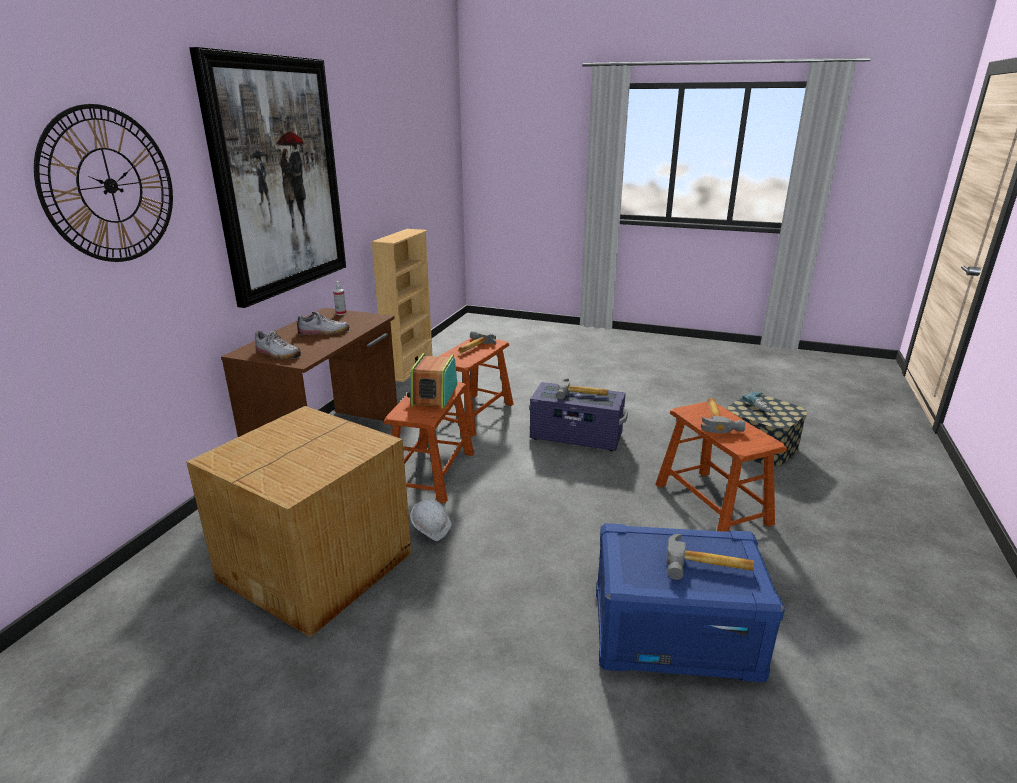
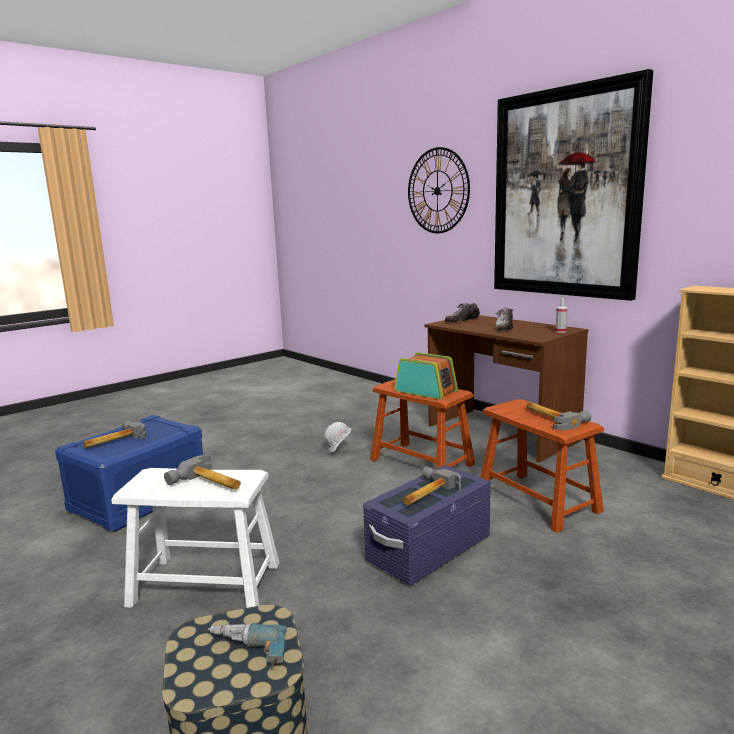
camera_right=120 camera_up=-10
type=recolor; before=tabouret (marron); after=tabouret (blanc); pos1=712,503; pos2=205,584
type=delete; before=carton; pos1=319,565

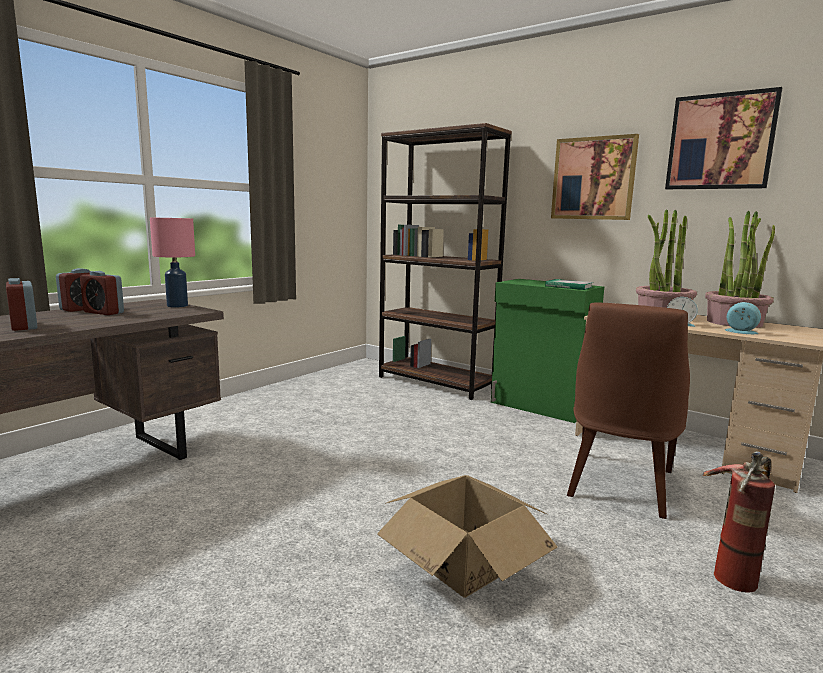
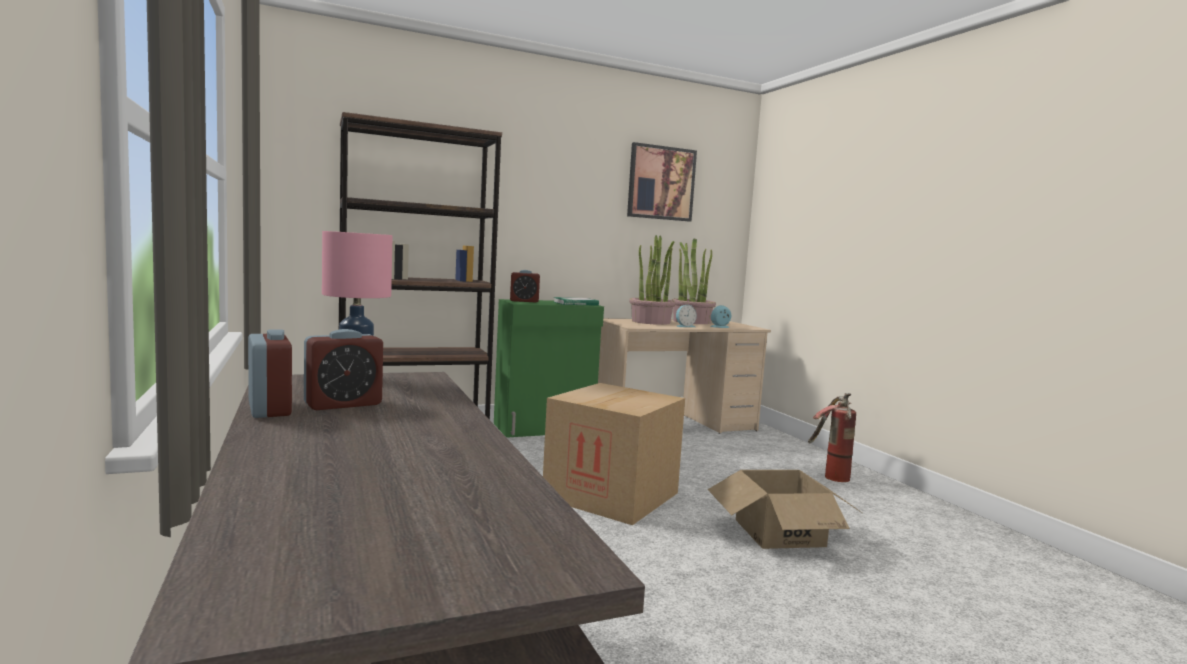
camera_right=-60 camera_up=-5
type=delete; before=tableau; pos1=593,178
type=move; before=réveil; pos1=24,326; pos2=524,301
type=delete; before=chaise (marron); pos1=619,485
type=insert; after=carton; pos2=611,495

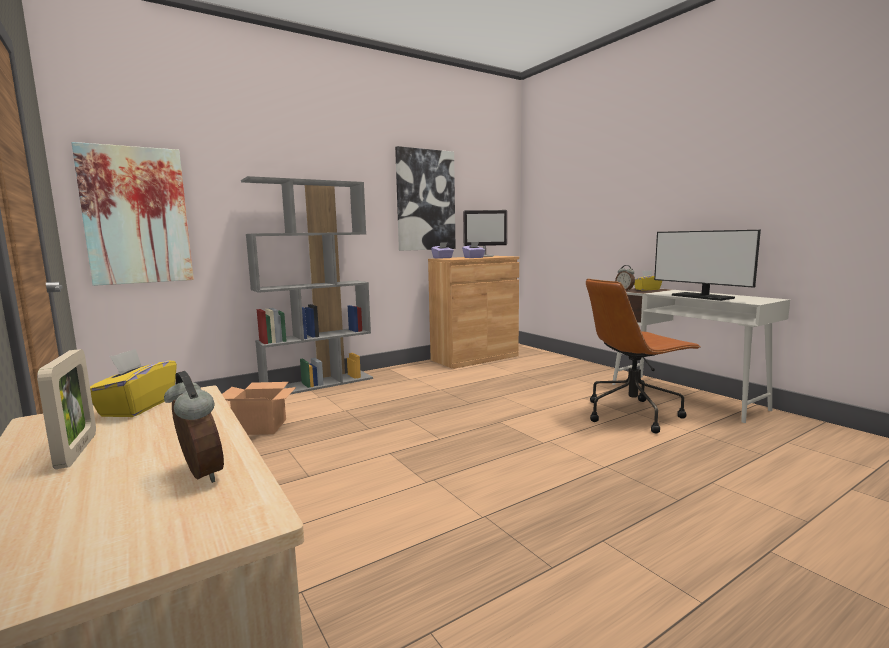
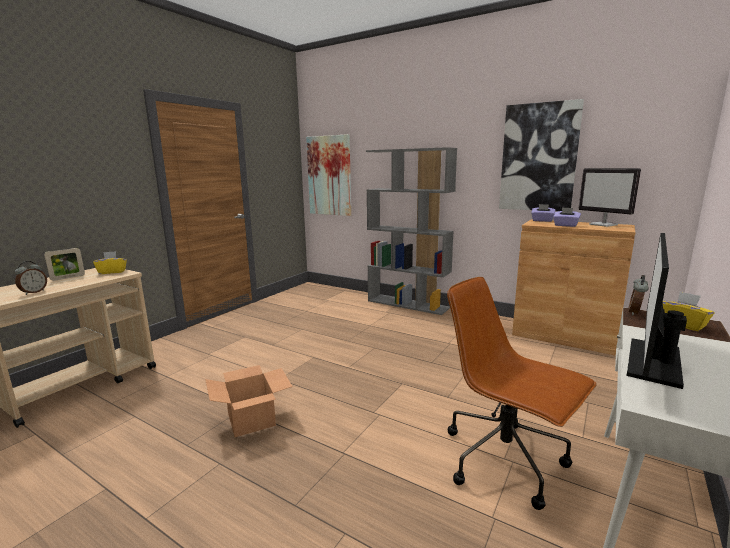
camera_right=65 camera_up=5
type=move; before=carton; pos1=260,427; pos2=250,419

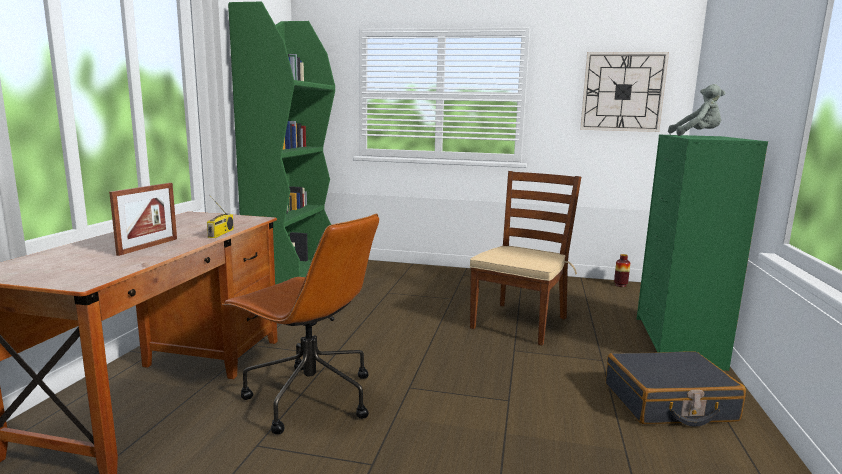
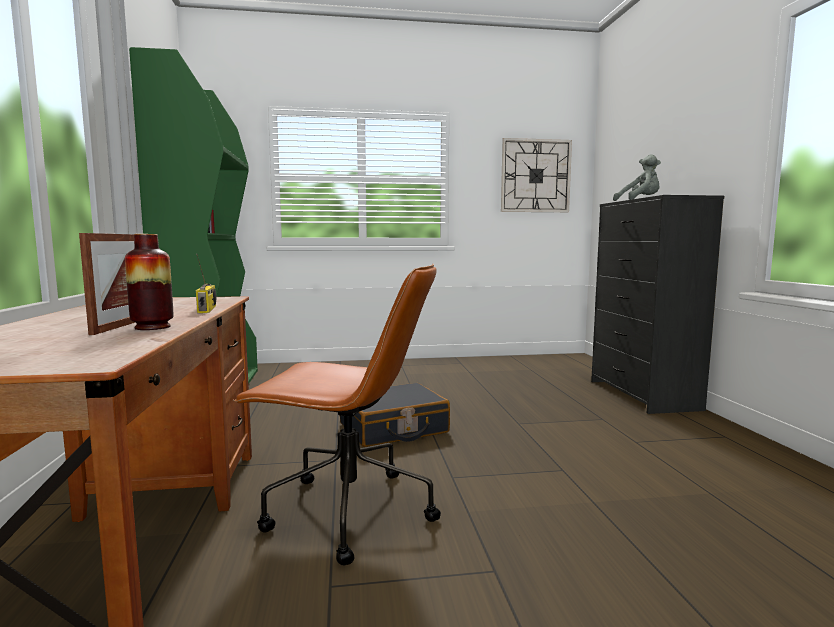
camera_right=-20 camera_up=-5
type=recolor; before=commode (vert); after=commode (noir); pos1=677,342; pos2=643,395
type=delete; before=chaise (marron); pos1=519,322
type=move; before=vase; pos1=620,285; pos2=152,327
type=move; before=valise (noir); pos1=669,403; pos2=393,428

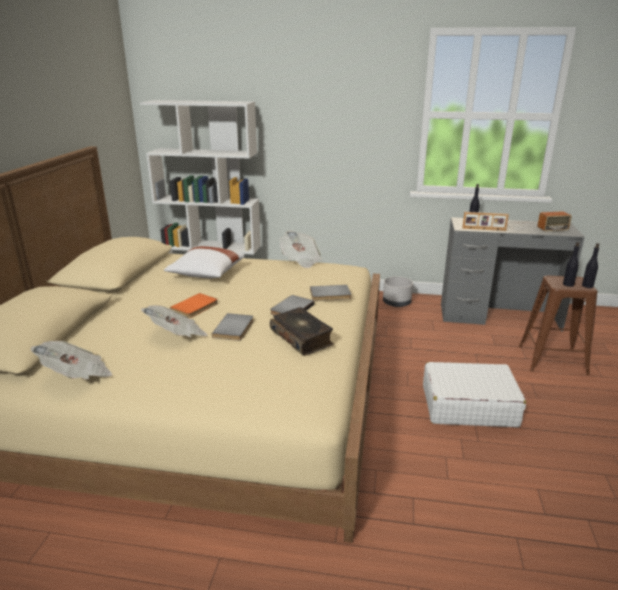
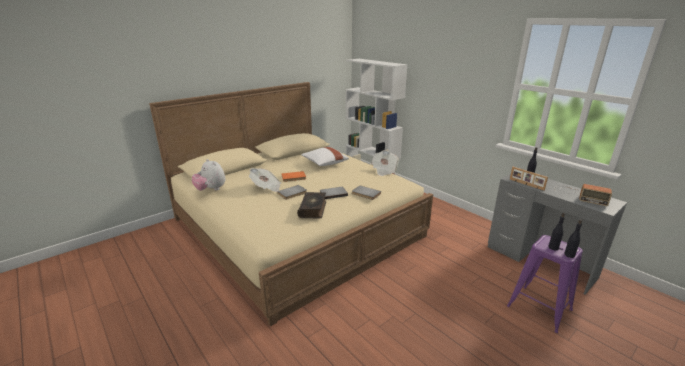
camera_right=40 camera_up=0
type=recolor; before=tabouret (marron); after=tabouret (violet); pos1=552,360; pos2=539,308
type=delete; before=cache-pot (gris); pos1=397,303
type=replace; before=journal; after=peluche; pos1=77,376; pos2=211,189
type=delete; before=valise (blanc); pos1=468,405

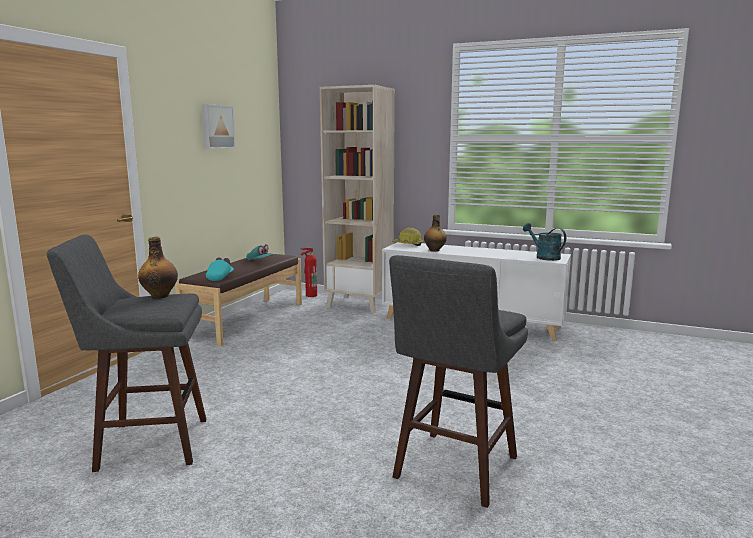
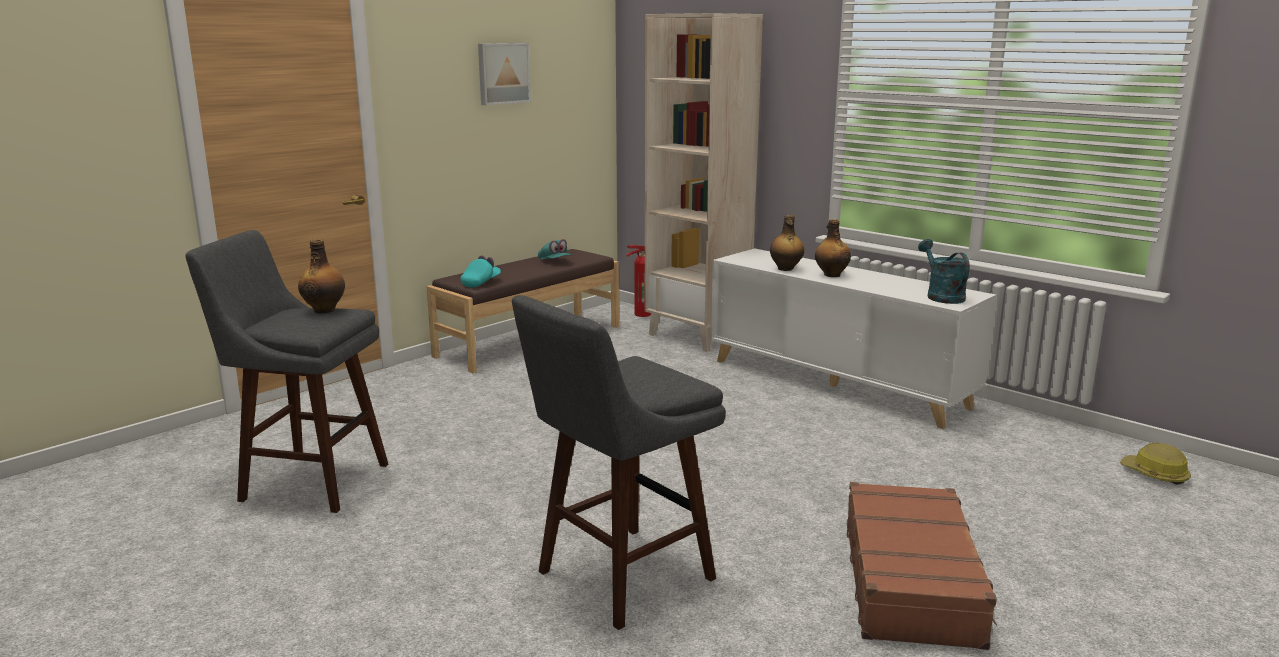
camera_right=20 camera_up=5
type=move; before=casque de chantier; pos1=408,244; pos2=1155,474
type=insert; after=bouteille; pos2=831,275
type=insert; after=valise (marron); pos2=911,581

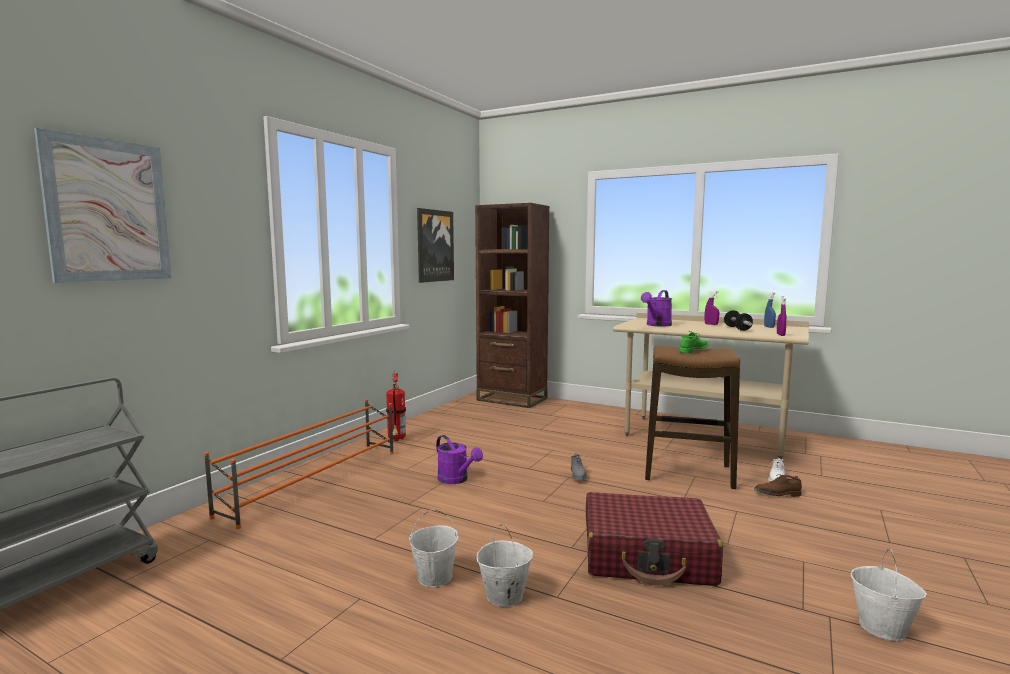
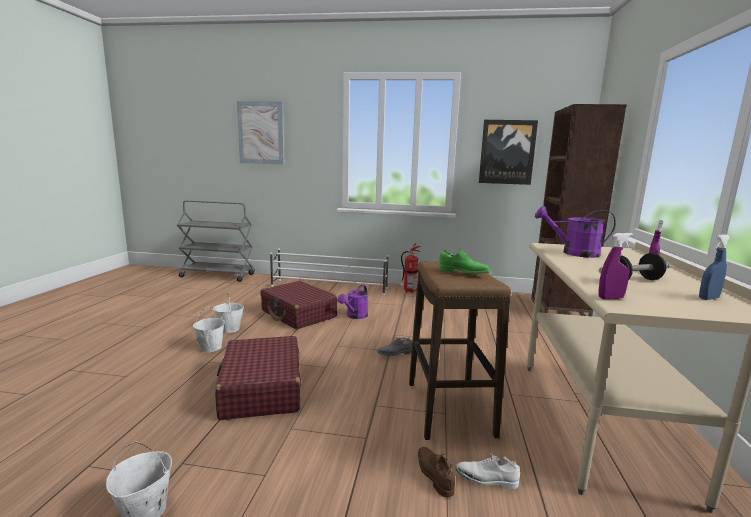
camera_right=70 camera_up=5
type=recolor; before=étagère à chaussures (orange); after=étagère à chaussures (blanc); pos1=315,481; pos2=329,287
type=insert; after=valise (rouge); pos2=298,314

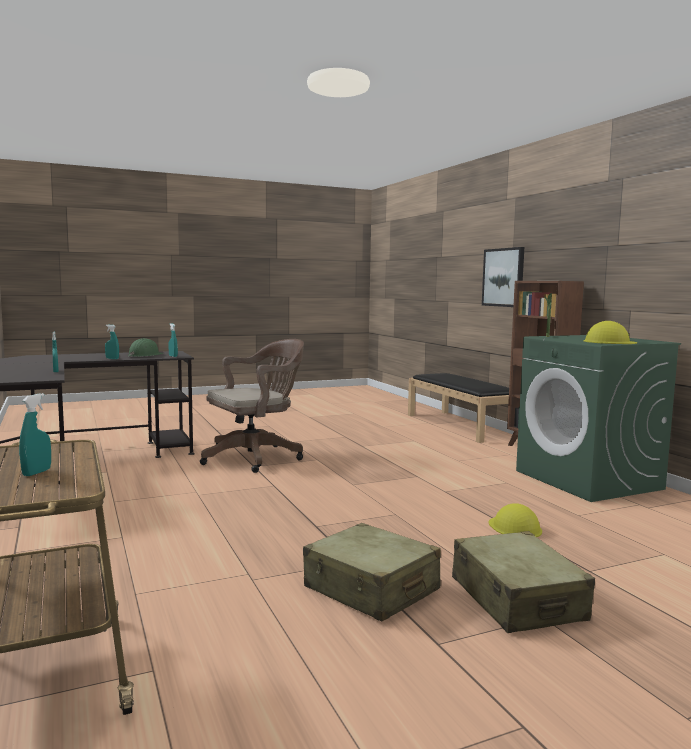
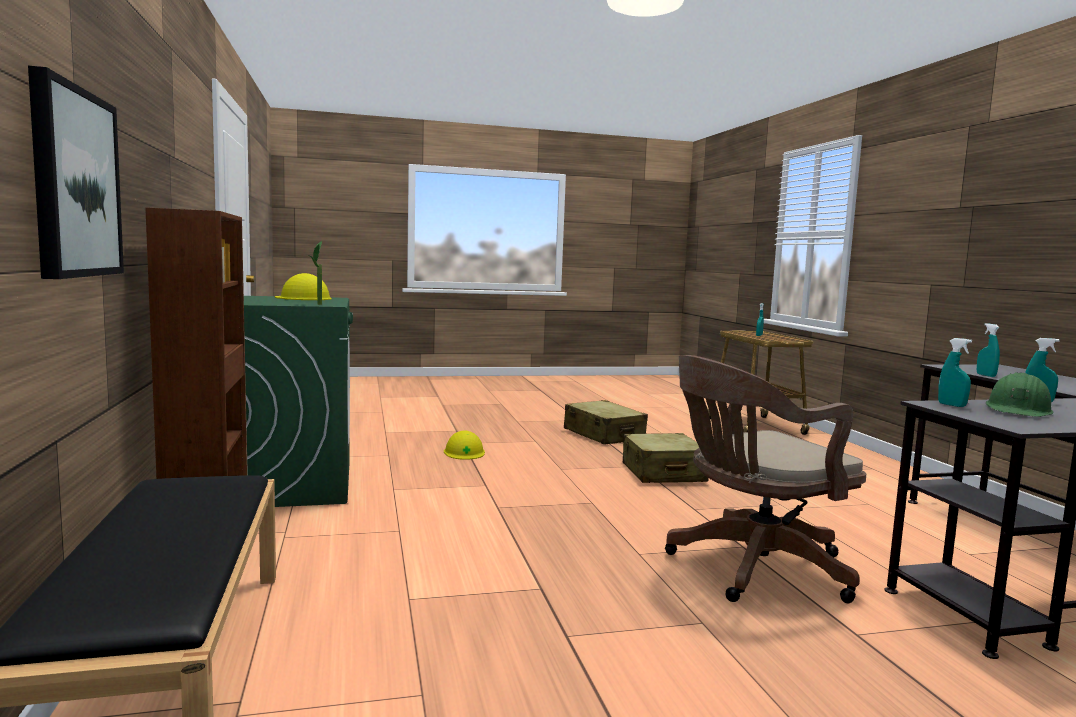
camera_right=-170 camera_up=0
type=move; before=valise (beige); pos1=517,599; pos2=663,473

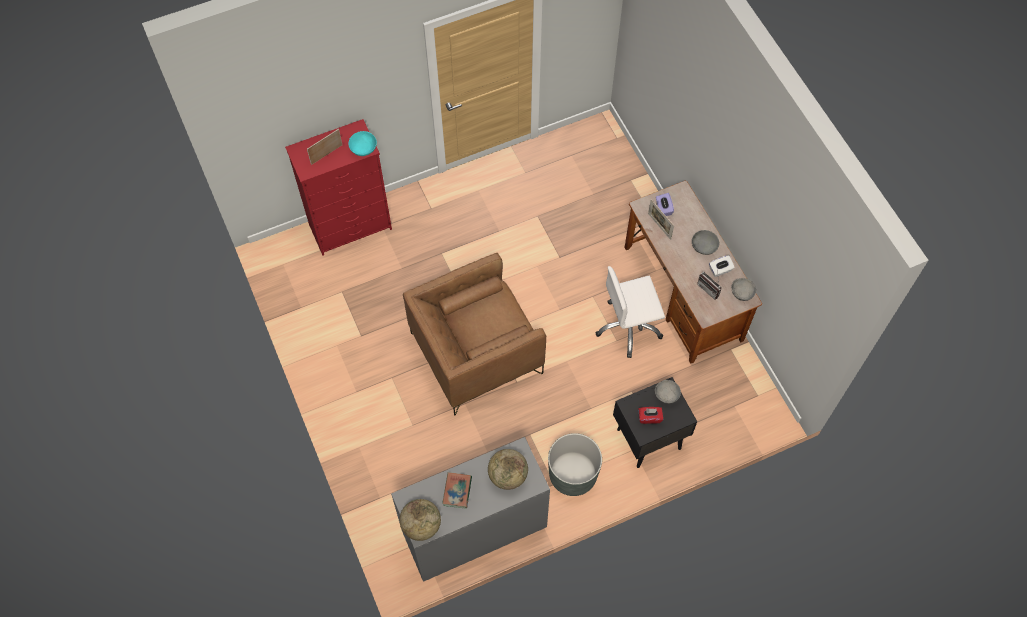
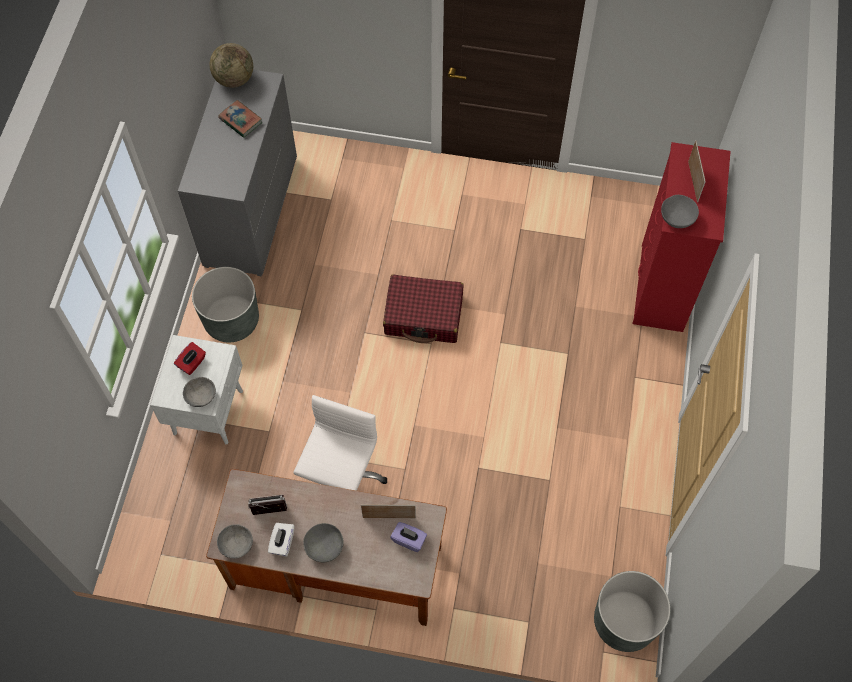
camera_right=125 camera_up=0
type=recolor; before=bol (turquoise); after=bol (gris); pos1=363,149; pos2=677,218
type=replace; before=fauteuil (marron); after=valise (rouge); pos1=476,353; pos2=424,315
type=recolor; before=table de chevet (noir); after=table de chevet (blanc); pos1=647,438; pos2=209,411
type=delete; before=globe; pos1=507,475
type=insert; after=cache-pot (gris); pos2=624,621

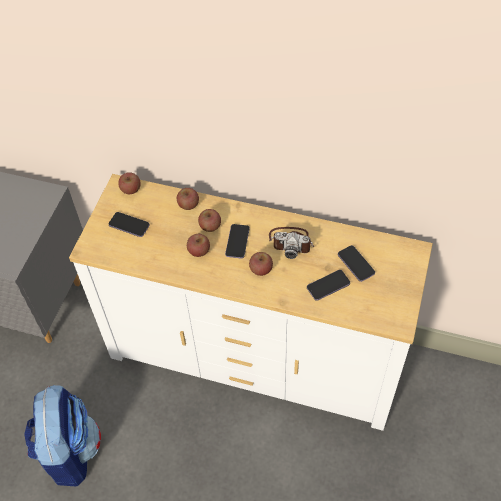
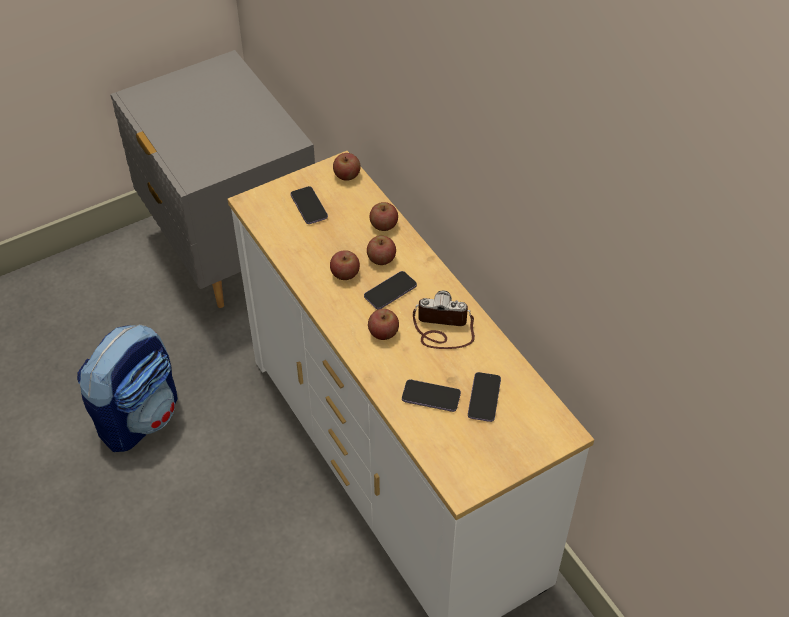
camera_right=40 camera_up=-5
type=rotate; before=appareil photo; pos1=291,242; pos2=443,329; turn=135

